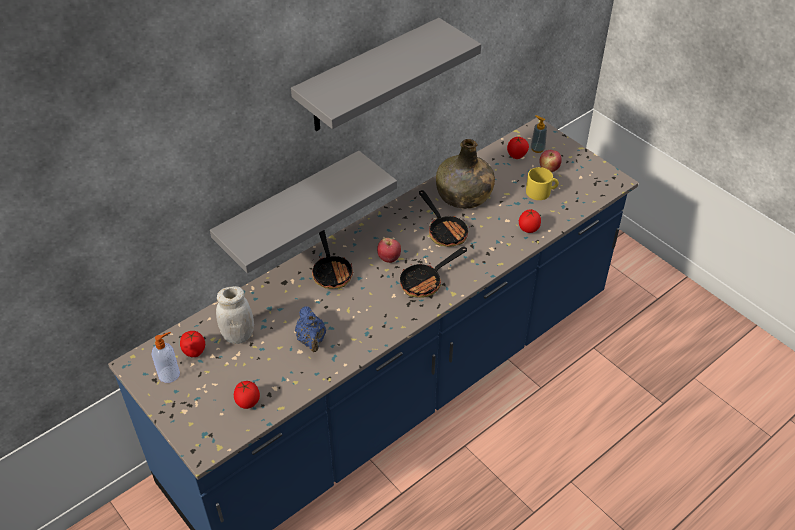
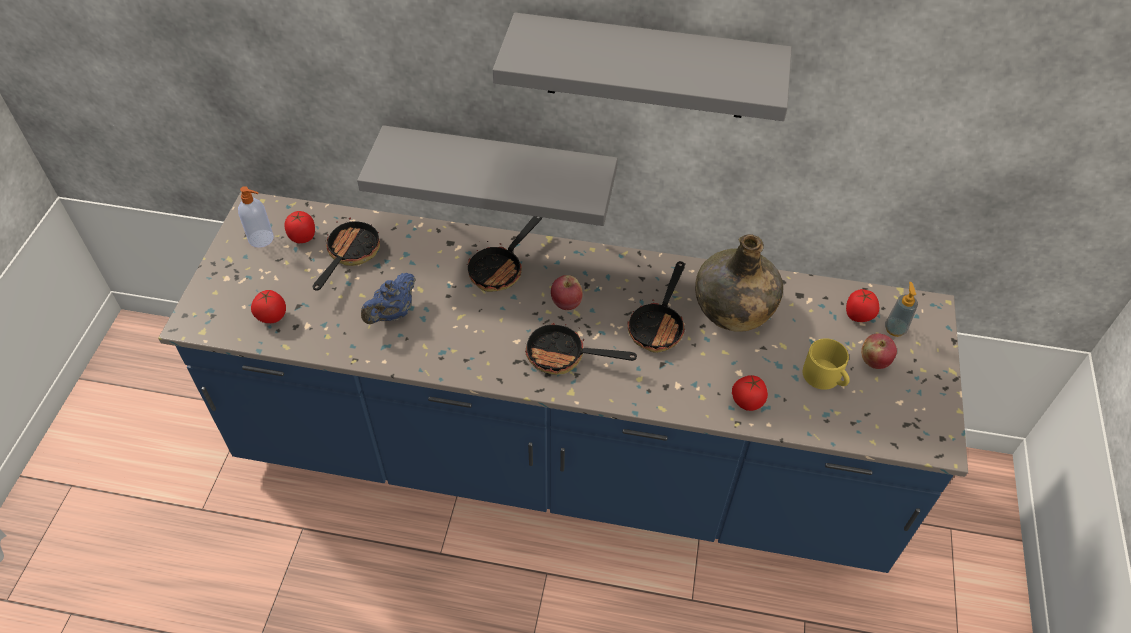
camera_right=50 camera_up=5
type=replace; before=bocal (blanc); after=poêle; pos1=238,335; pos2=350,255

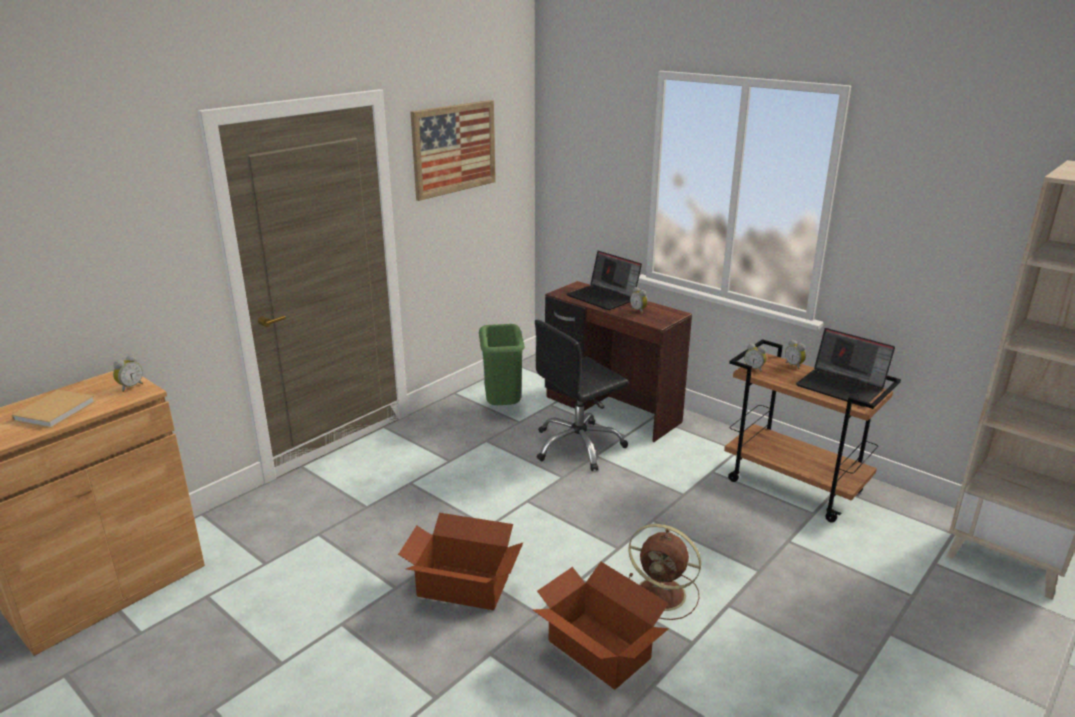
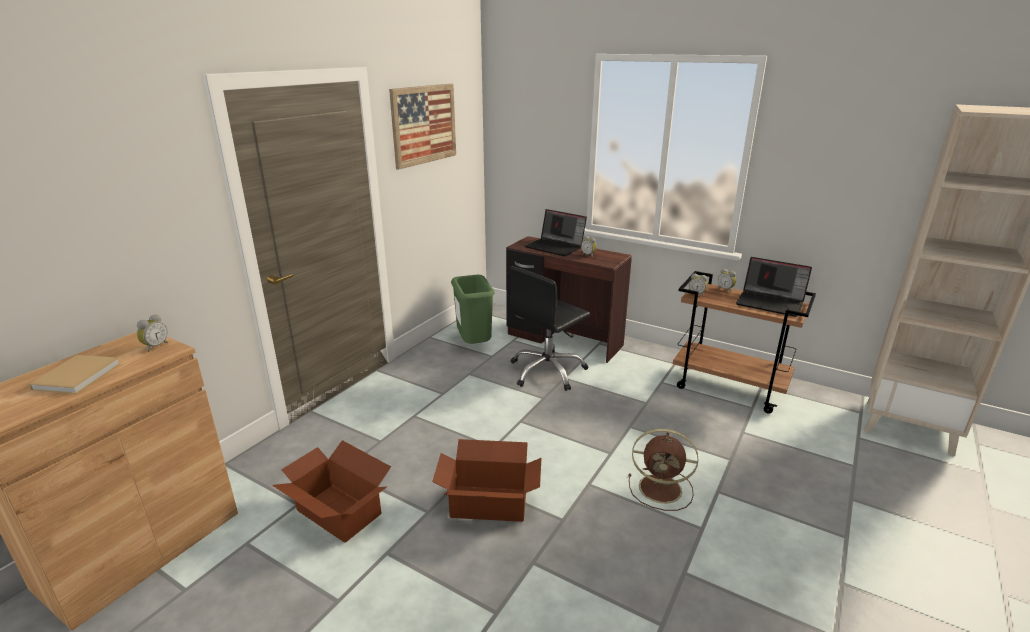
camera_right=-10 camera_up=0
type=move; before=carton; pos1=599,650; pos2=338,513

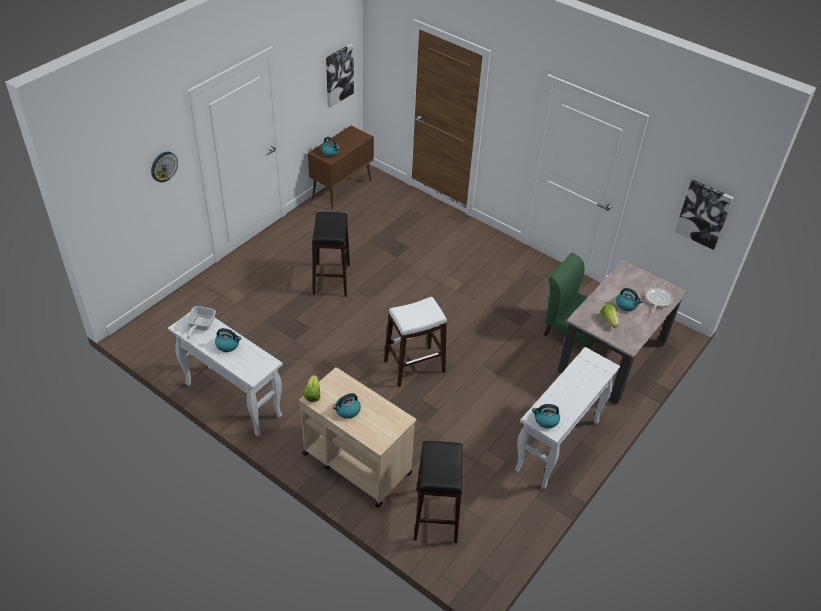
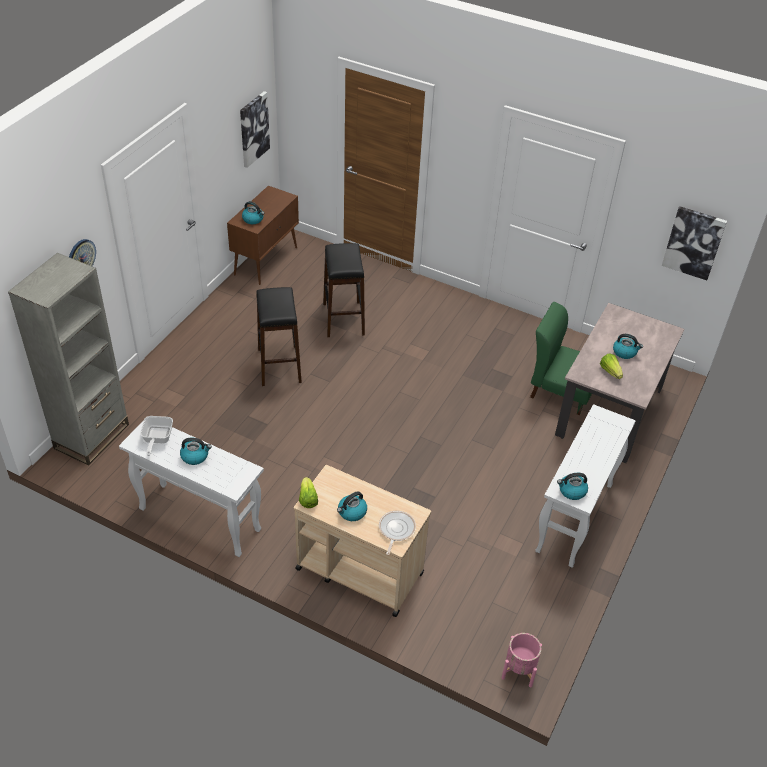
camera_right=-10 camera_up=0
type=move; before=poêle; pos1=657,300; pos2=396,530
type=delete; before=tabouret (blanc); pos1=414,367
type=move; before=tabouret (noir); pos1=436,515; pos2=343,319
type=insert; after=bibliothèque (gris); pos2=92,436
type=insert; after=cache-pot (rose); pos2=519,670

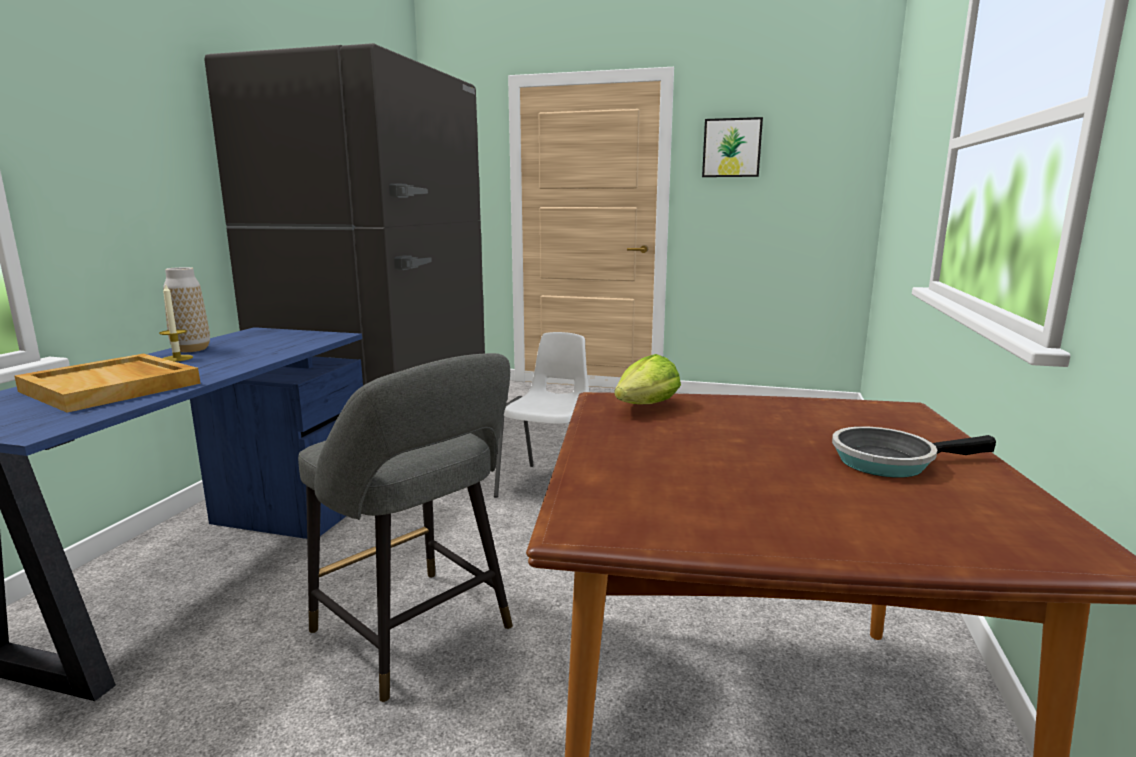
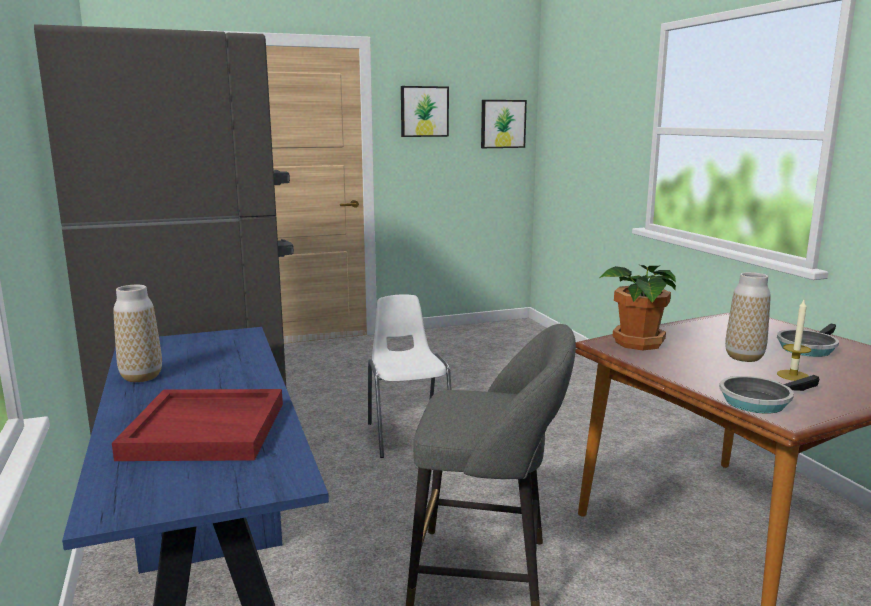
camera_right=-35 camera_up=0
type=move; before=bougie; pos1=177,358; pos2=793,375
type=recolor; before=plateau (beige); after=plateau (rouge); pos1=113,387; pos2=207,429
type=replace; before=laitue; after=plante en pot; pos1=646,406; pos2=637,343
type=insert; after=tableau; pos2=502,124
type=insert; after=vase; pos2=744,357
type=insert; after=poêle; pos2=759,401

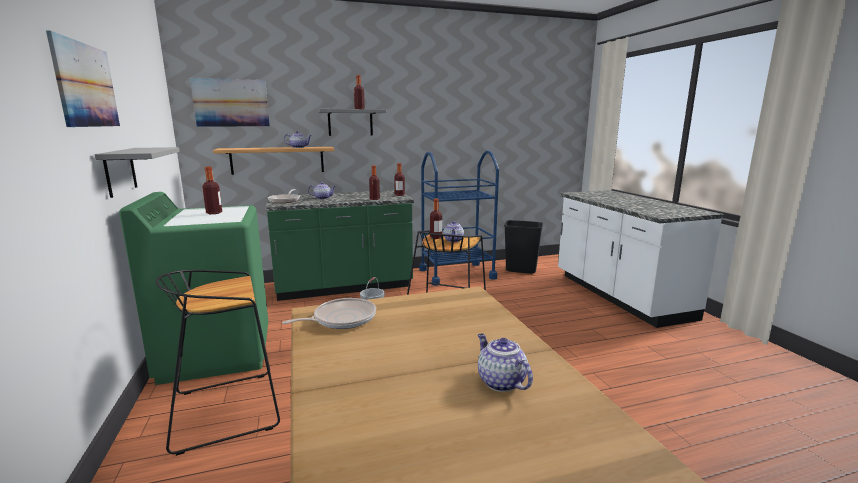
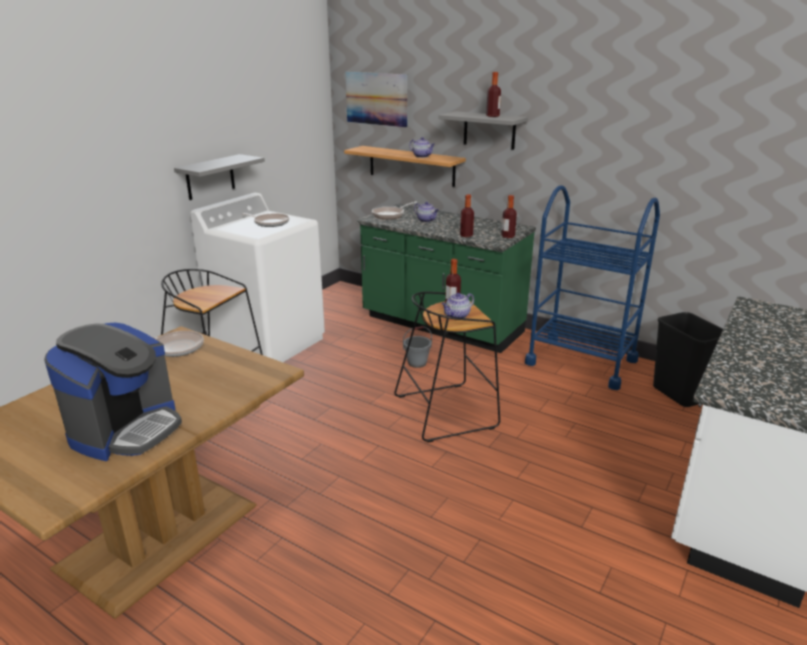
camera_right=50 camera_up=10
type=delete; before=tableau; pos1=86,85
type=replace; before=bouteille; after=poêle; pos1=214,213; pos2=270,223
type=recolor; before=lave-linge (vert); after=lave-linge (blanc); pos1=217,352; pos2=269,342
type=replace; before=théière; after=machine à café; pos1=500,381; pos2=126,429

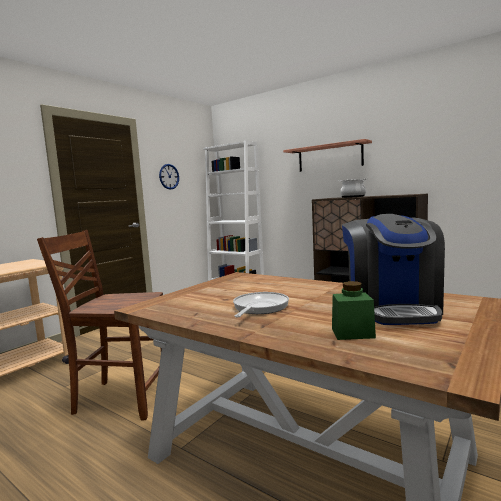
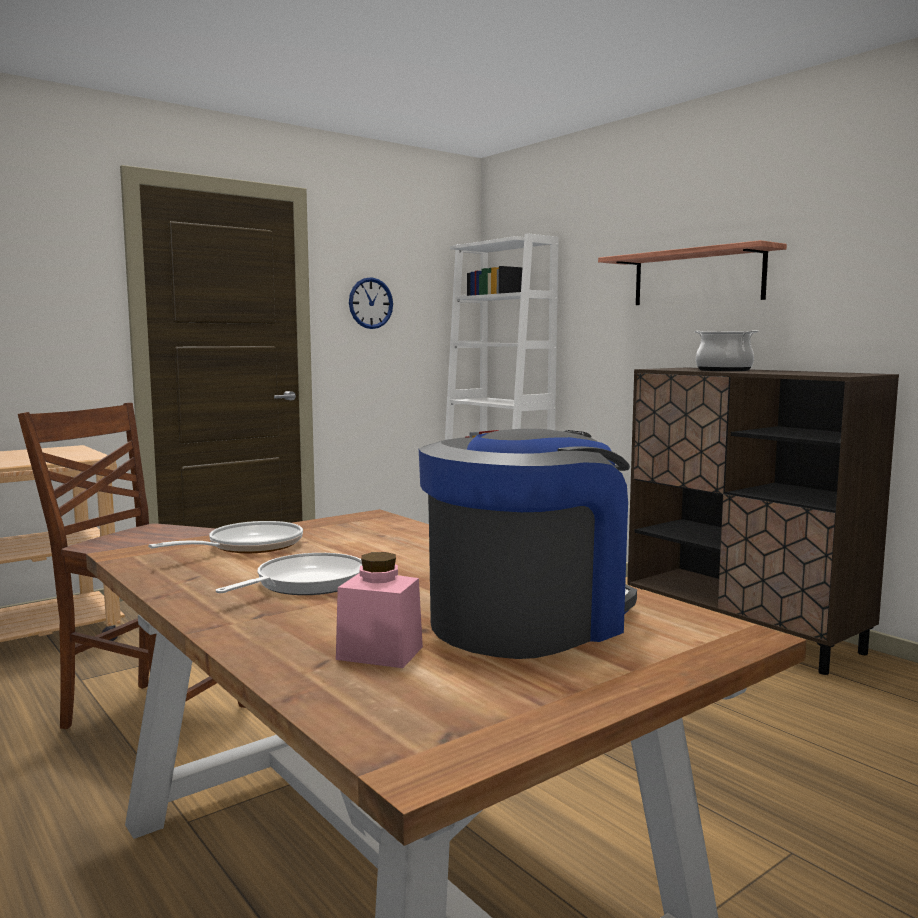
camera_right=15 camera_up=0
type=rotate; before=machine à café; pos1=392,309; pos2=528,620; turn=-150
type=recolor; before=bocal (vert); after=bocal (rose); pos1=352,333; pos2=380,653
type=insert; after=poêle; pos2=248,546

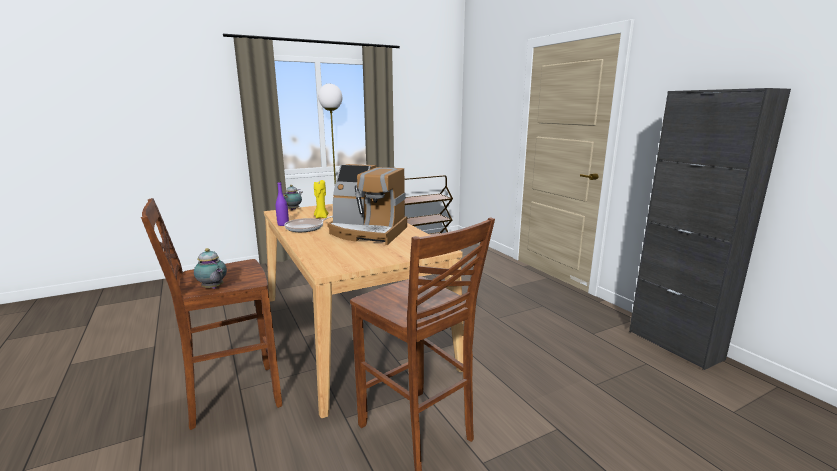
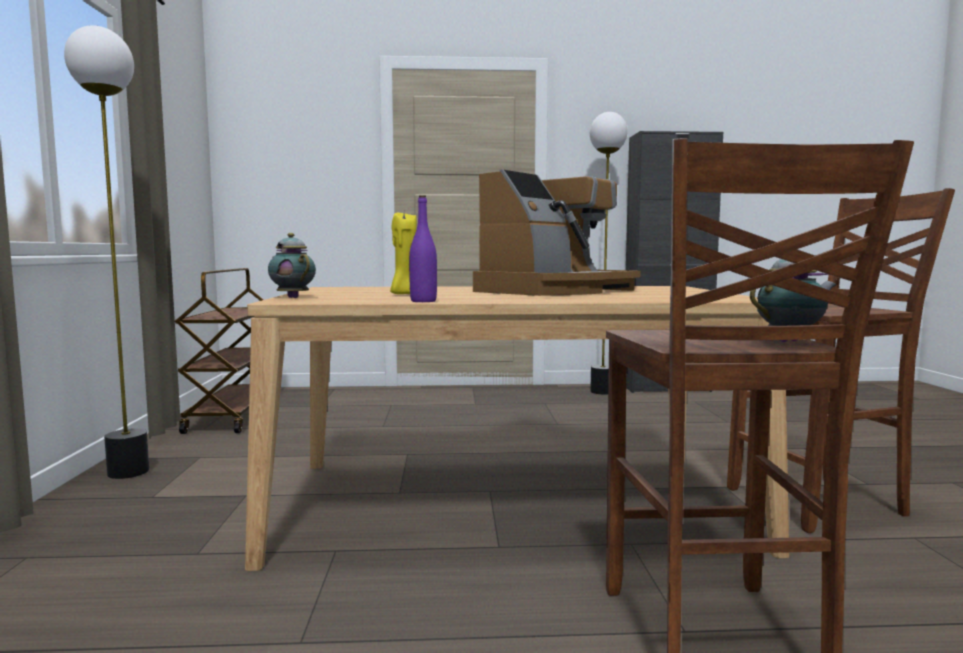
camera_right=-65 camera_up=-10
type=delete; before=poêle; pos1=306,228
type=insert; after=lampadaire; pos2=602,391

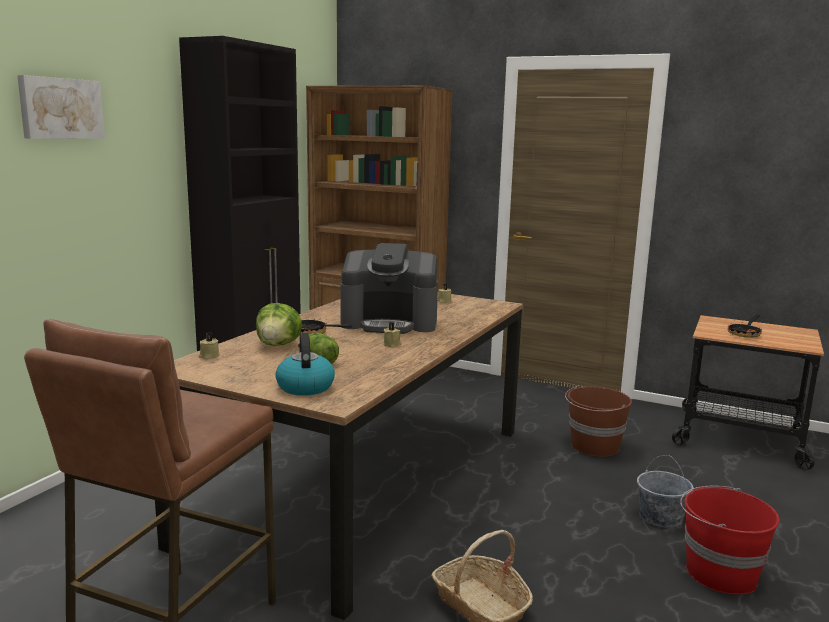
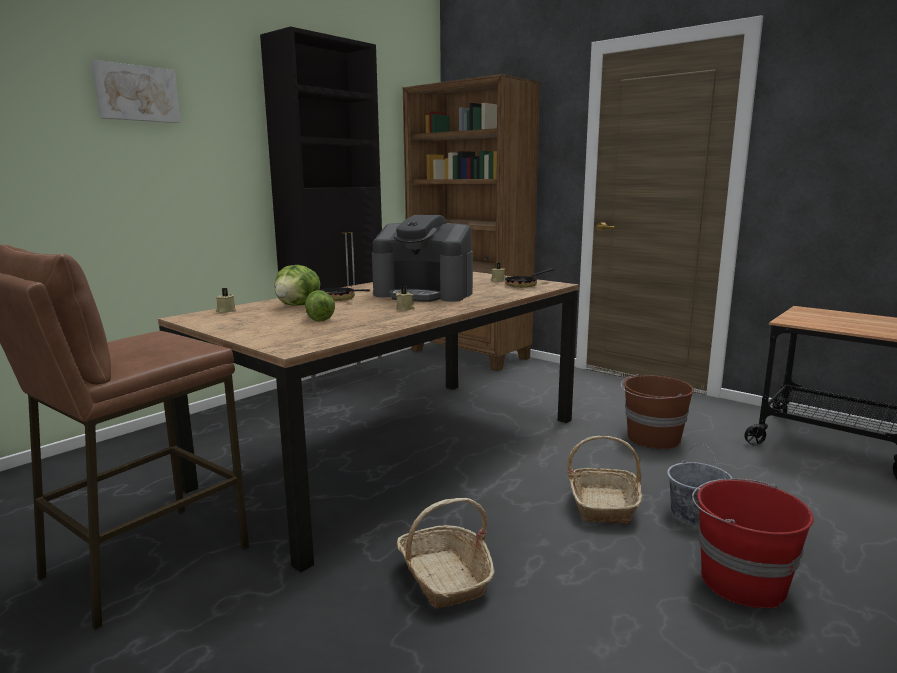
camera_right=15 camera_up=0
type=move; before=poêle; pos1=745,333; pos2=525,285
type=delete; before=bouilloire; pos1=305,387
type=insert; after=panier; pos2=603,505

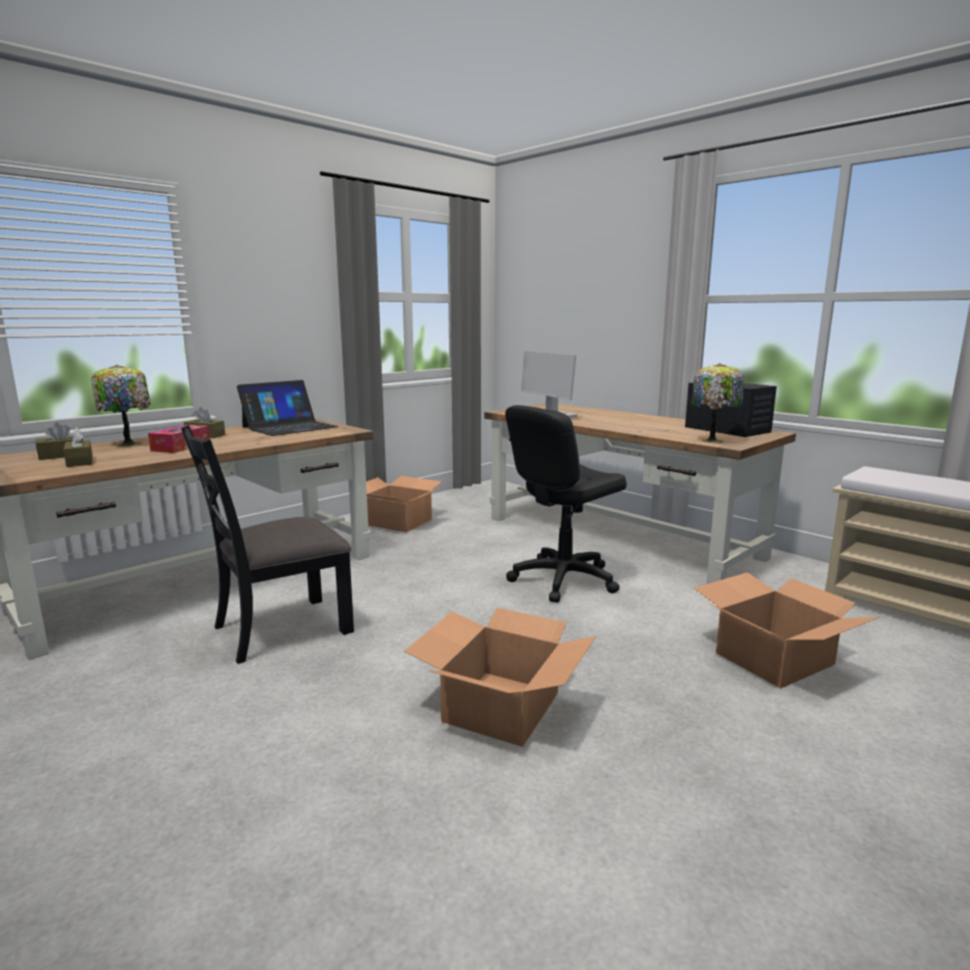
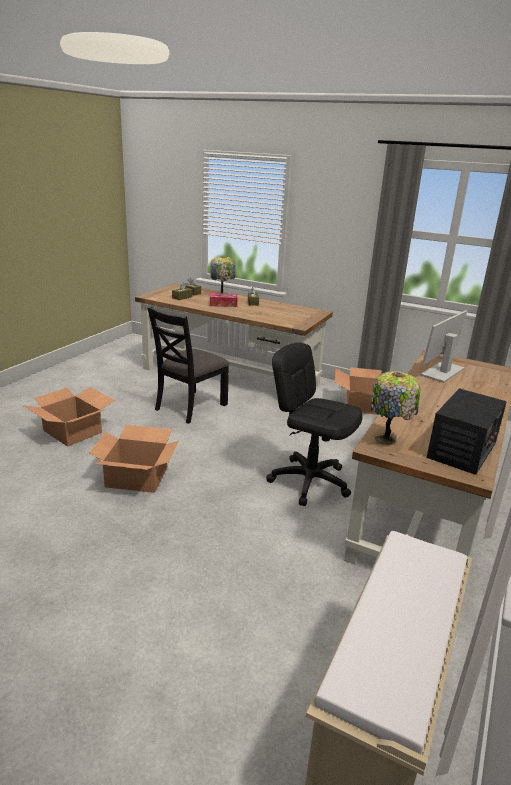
camera_right=70 camera_up=10
type=delete; before=ordinateur portable; pos1=289,427
type=rotate; before=chaise (noir); pos1=281,629; pos2=190,407; turn=-90
type=move; before=carton; pos1=773,658; pos2=73,431

